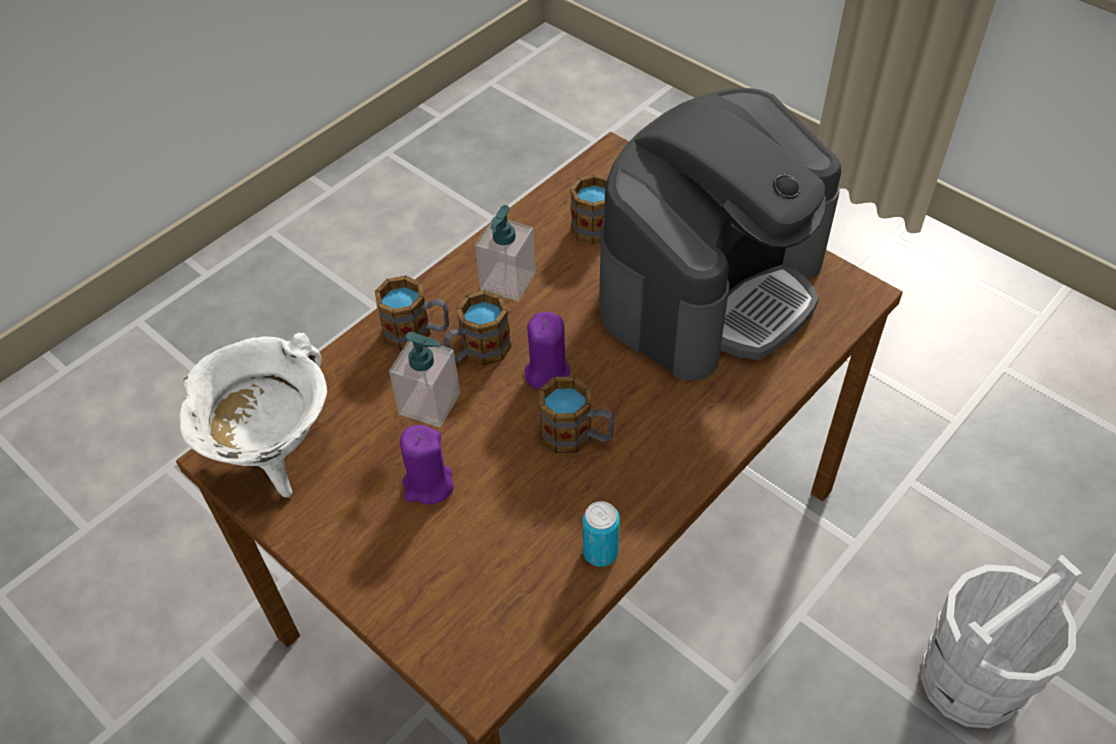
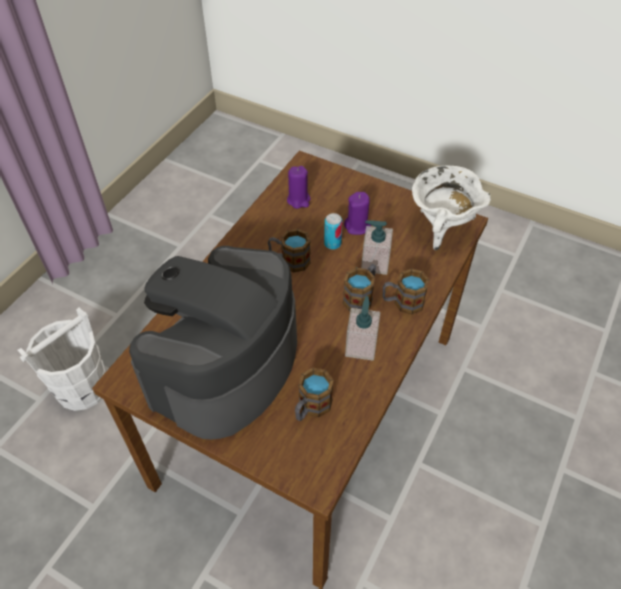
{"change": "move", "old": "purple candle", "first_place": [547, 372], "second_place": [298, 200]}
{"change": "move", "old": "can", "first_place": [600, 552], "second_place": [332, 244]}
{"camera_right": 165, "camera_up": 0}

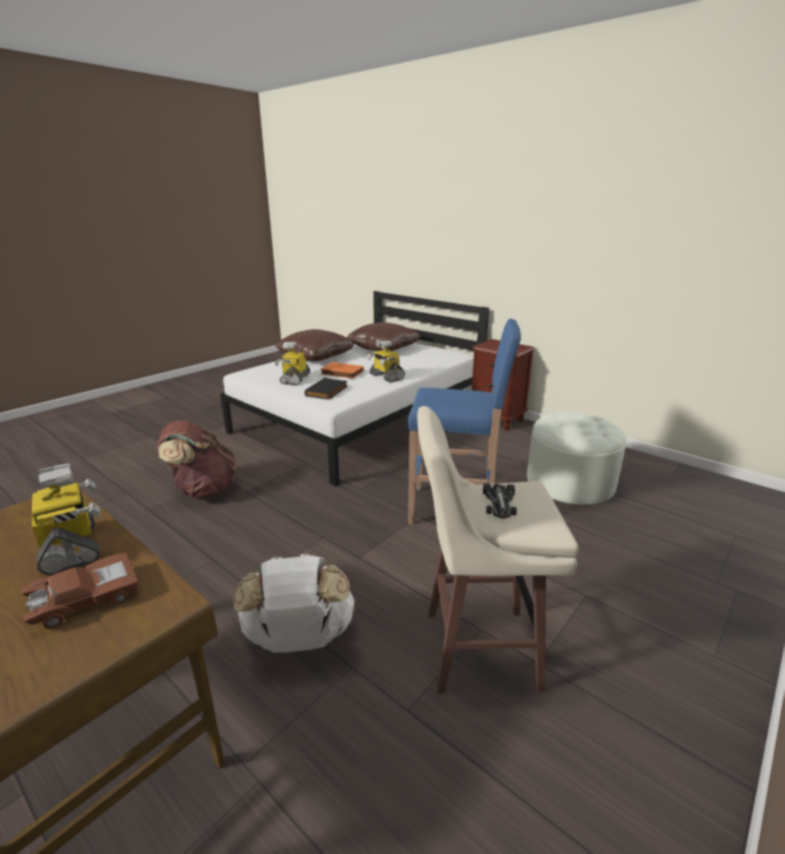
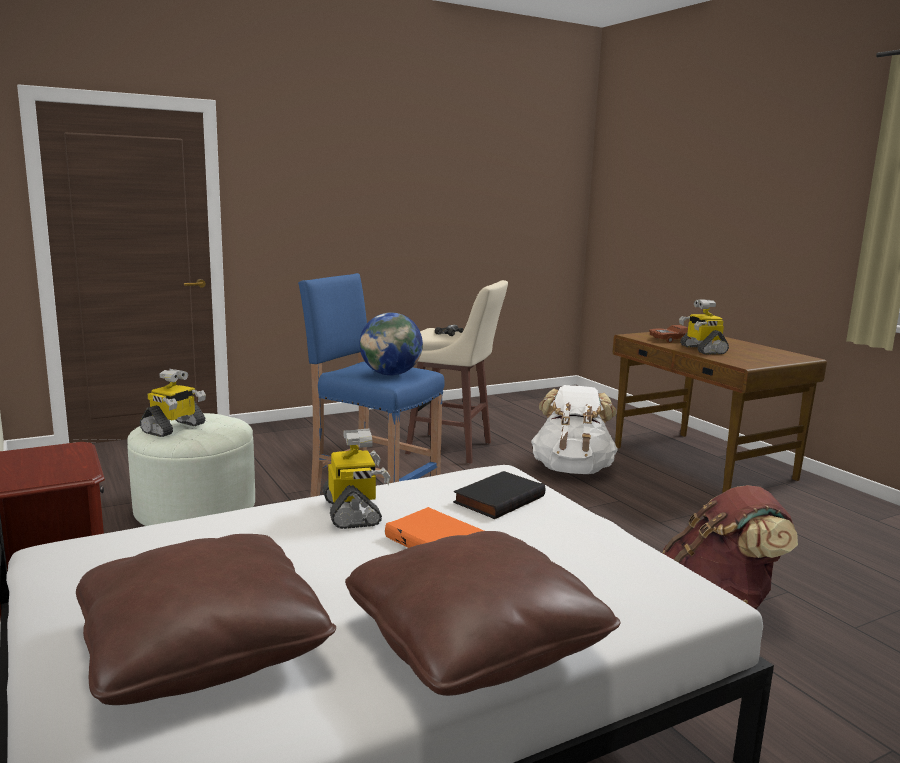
{"change": "move", "old": "toy robot", "first_place": [294, 379], "second_place": [174, 428]}
{"change": "insert", "new": "globe", "second_place": [391, 374]}
{"camera_right": -160, "camera_up": -10}

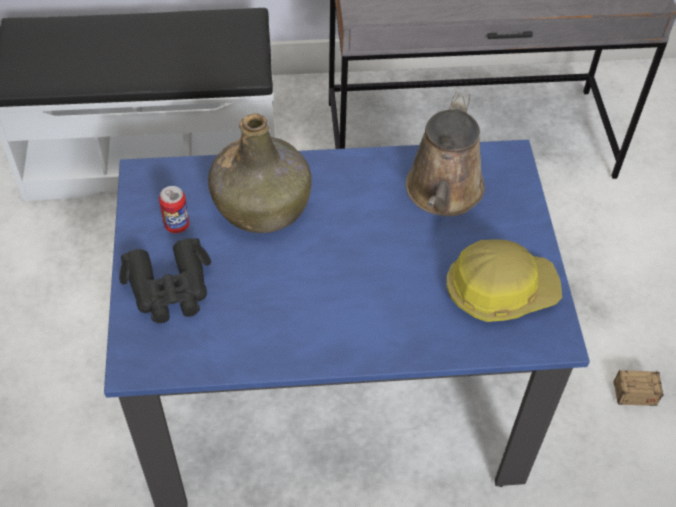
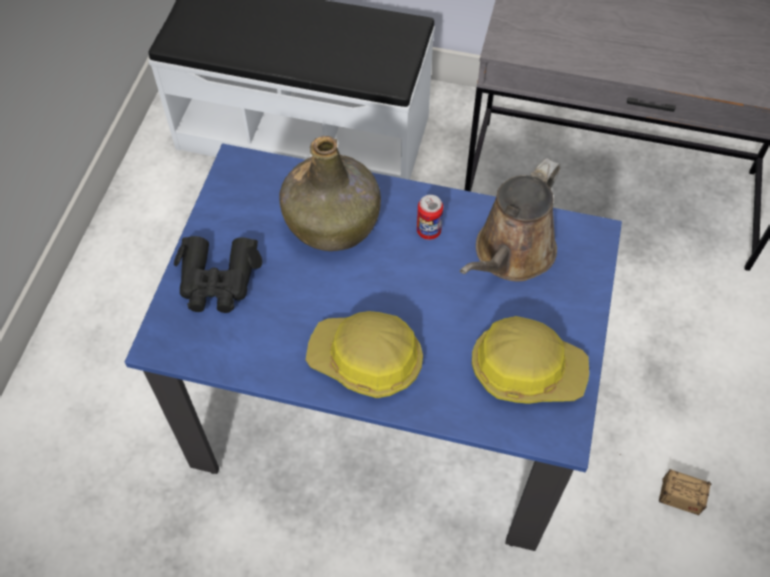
{"change": "insert", "new": "hard hat", "second_place": [366, 360]}
{"change": "move", "old": "can", "first_place": [177, 225], "second_place": [428, 231]}
{"camera_right": 20, "camera_up": 5}

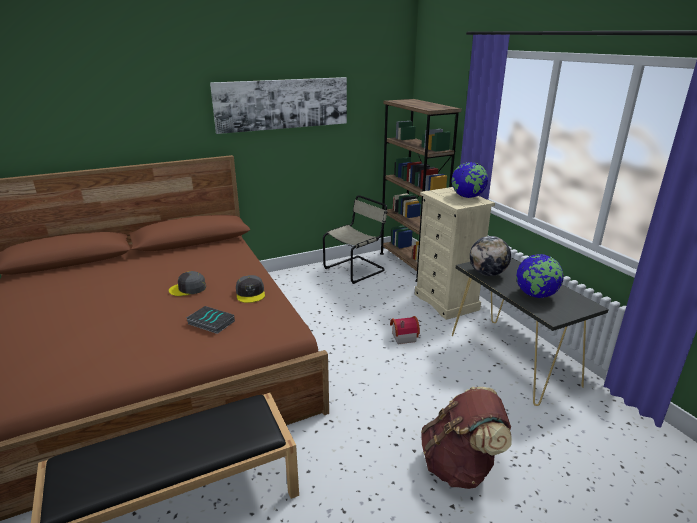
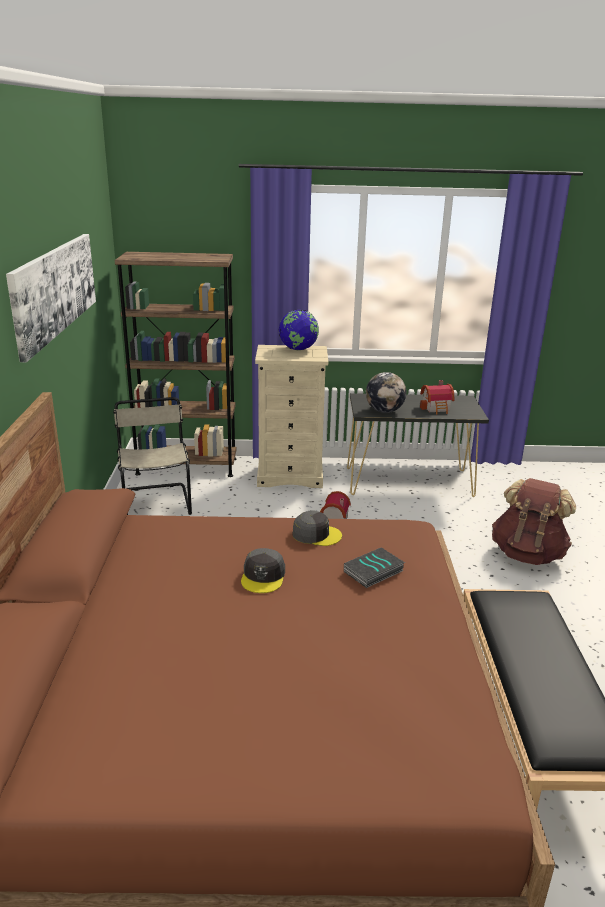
{"change": "replace", "old": "globe", "new": "toy house", "first_place": [535, 295], "second_place": [437, 408]}
{"camera_right": -65, "camera_up": 0}

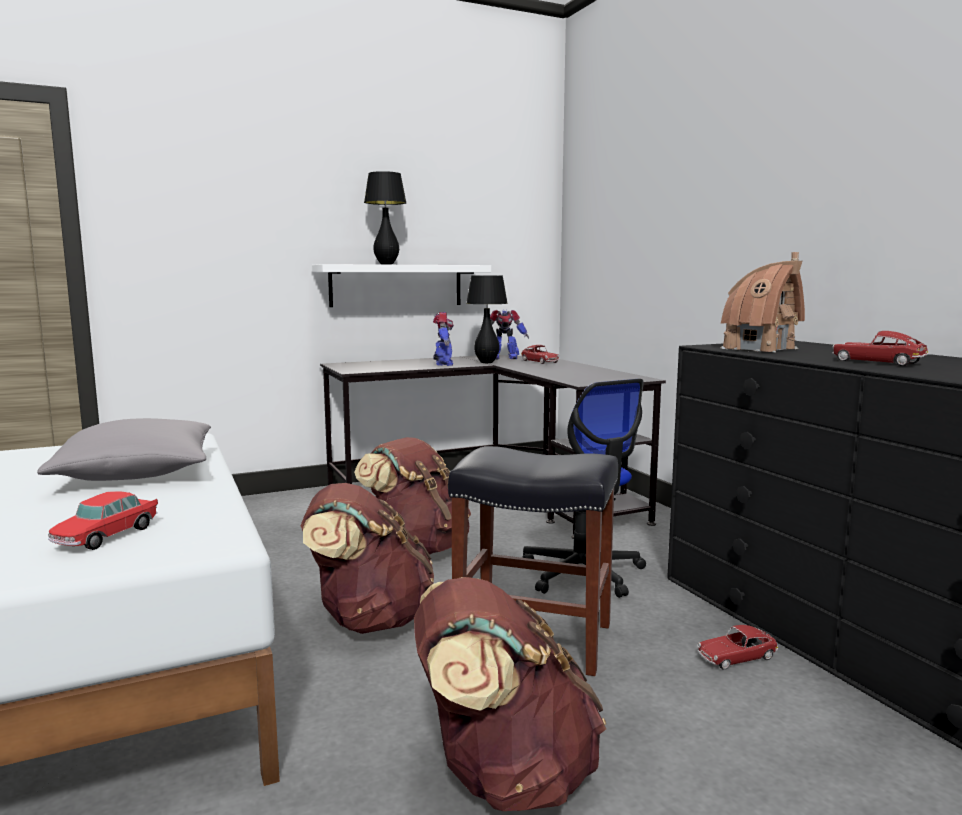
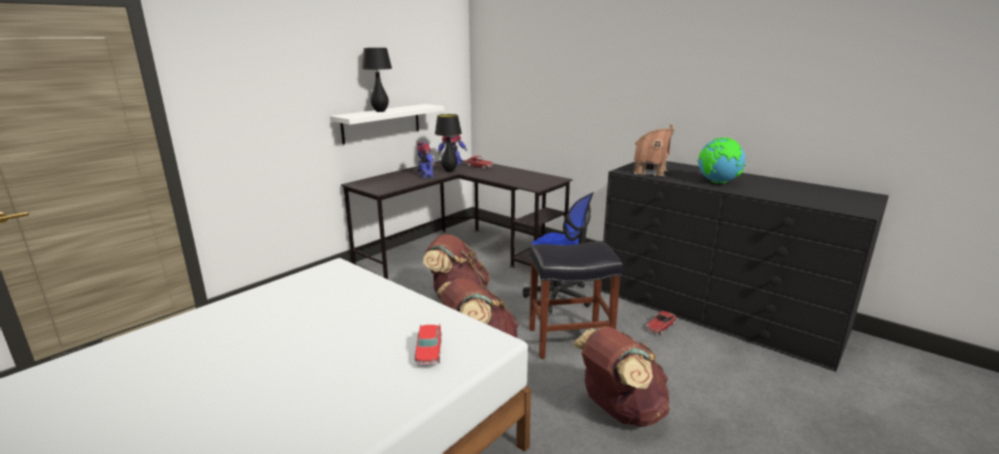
{"change": "replace", "old": "toy car", "new": "globe", "first_place": [877, 362], "second_place": [717, 182]}
{"change": "delete", "old": "grey pillow", "first_place": [137, 474]}
{"camera_right": -25, "camera_up": 10}

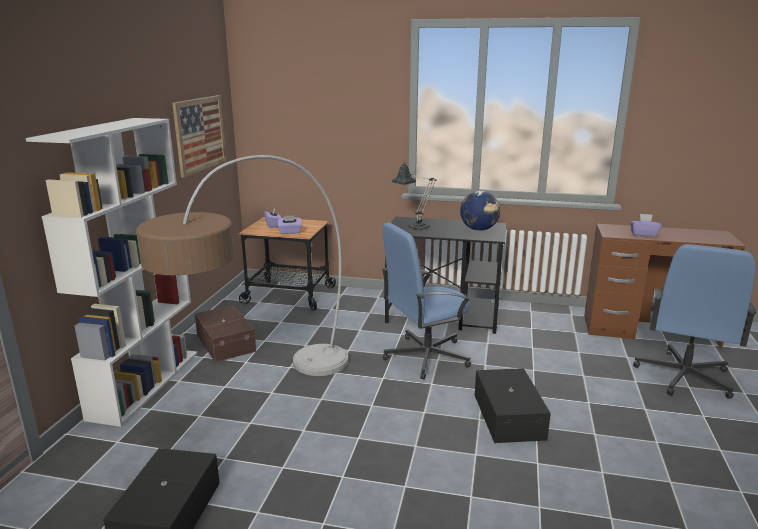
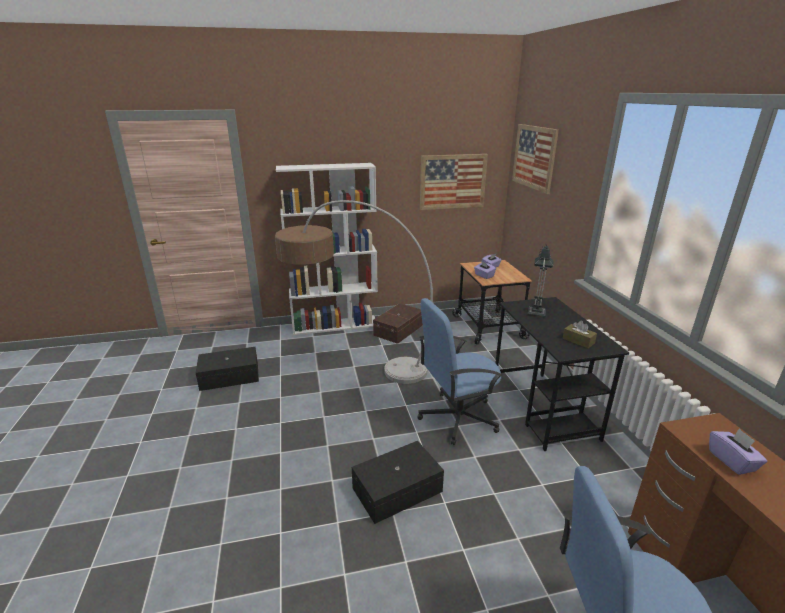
{"change": "rotate", "old": "blue office chair", "first_place": [425, 356], "second_place": [457, 417], "degrees": -60}
{"change": "insert", "new": "picture", "second_place": [534, 157]}
{"change": "replace", "old": "globe", "new": "brown tissue box", "first_place": [479, 229], "second_place": [578, 341]}
{"camera_right": 65, "camera_up": 5}

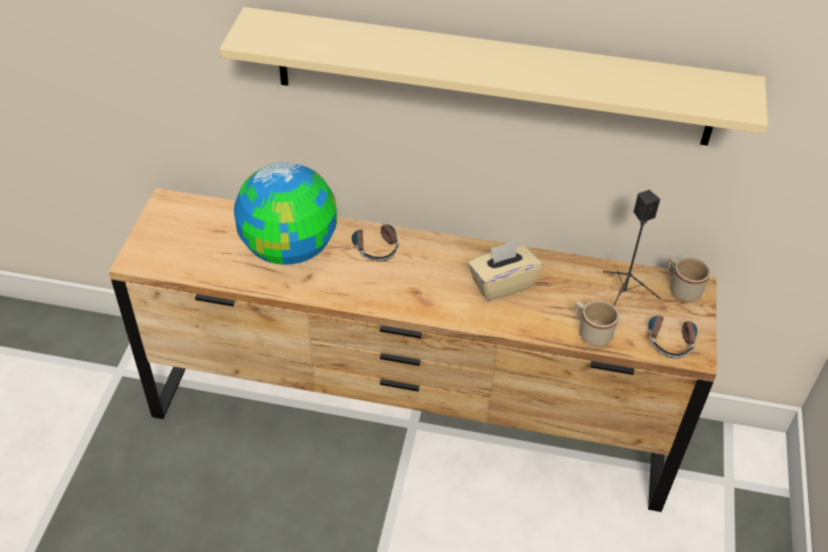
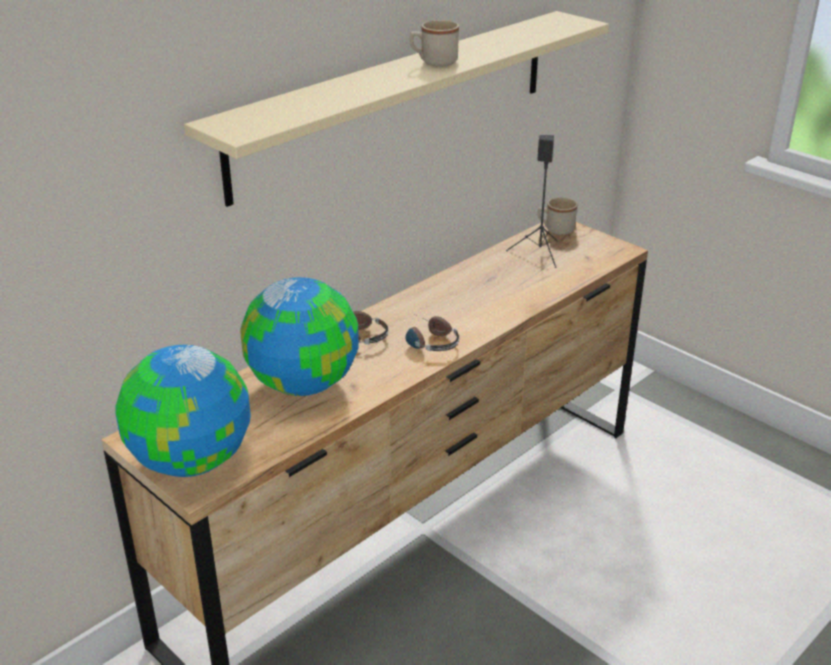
{"change": "insert", "new": "globe", "second_place": [191, 461]}
{"change": "move", "old": "headphones", "first_place": [670, 336], "second_place": [427, 341]}
{"change": "move", "old": "beige mug", "first_place": [590, 332], "second_place": [433, 62]}
{"change": "delete", "old": "beige tissue box", "first_place": [502, 283]}
{"camera_right": -55, "camera_up": -15}

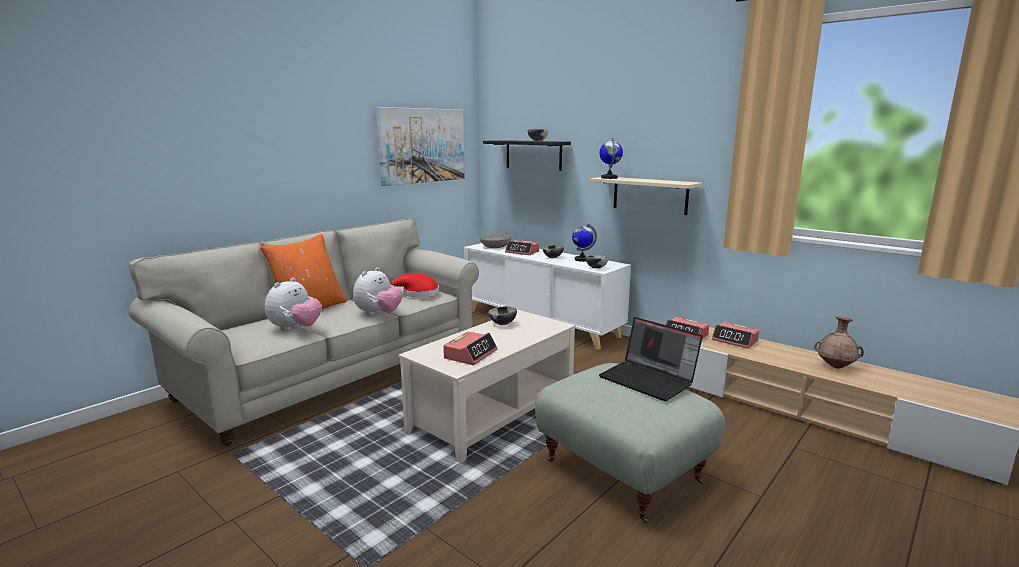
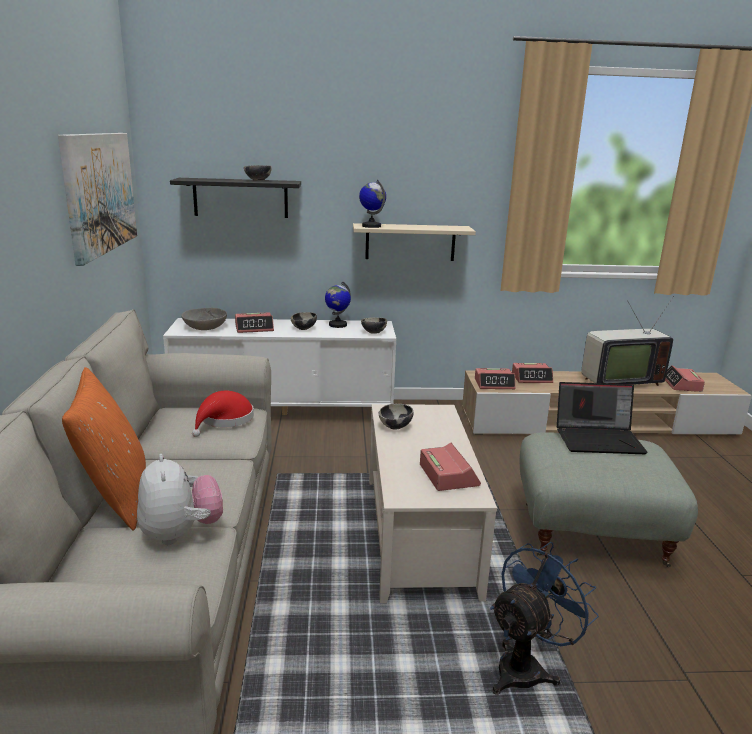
{"change": "insert", "new": "blue fan", "second_place": [526, 667]}
{"change": "replace", "old": "brown vase", "new": "television", "first_place": [836, 367], "second_place": [618, 380]}
{"change": "insert", "new": "alarm clock", "second_place": [681, 385]}
{"change": "delete", "old": "plush toy", "first_place": [378, 314]}
{"camera_right": -45, "camera_up": 5}

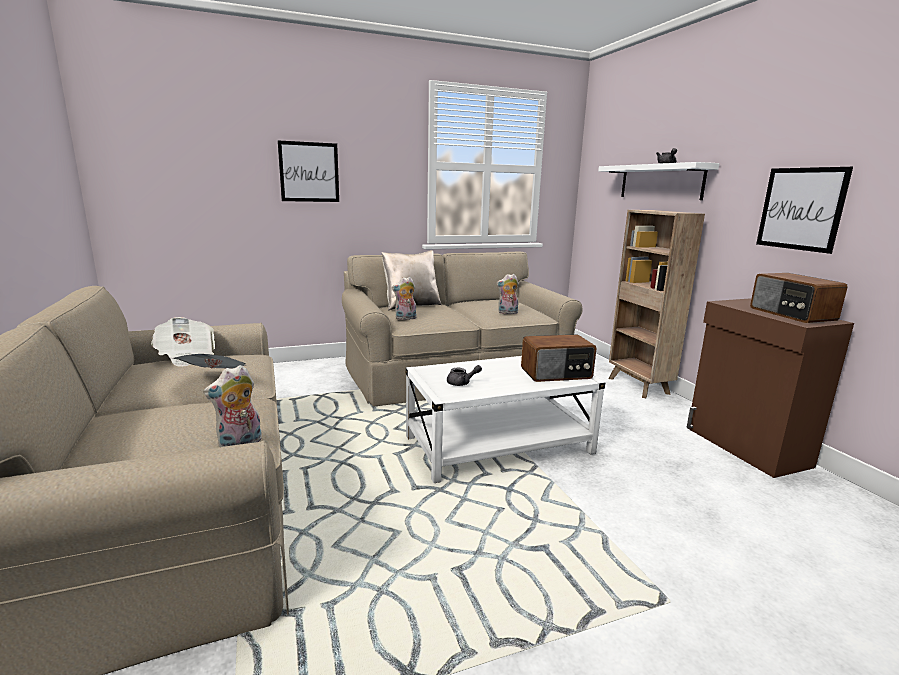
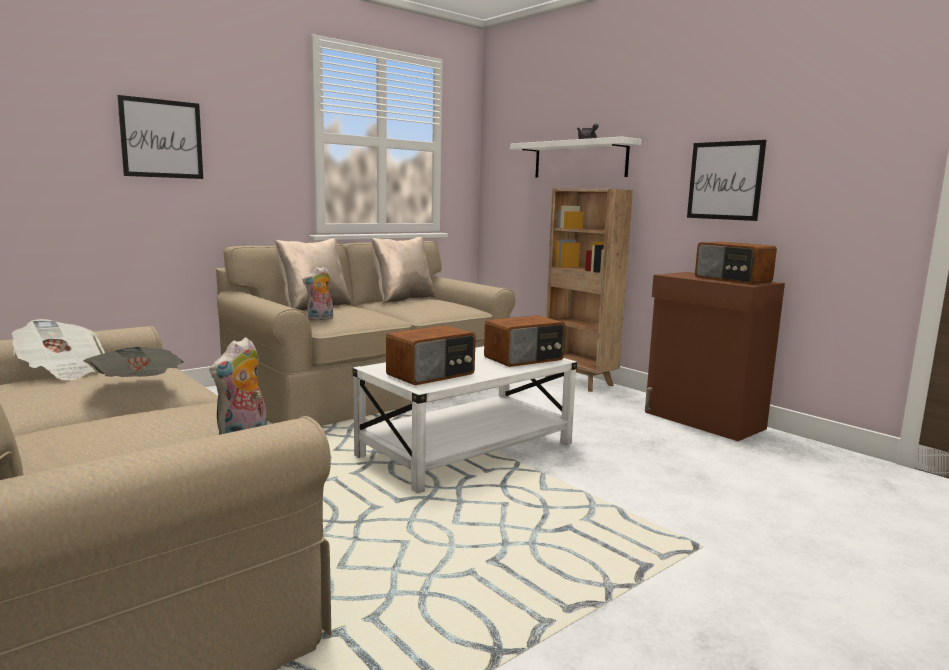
{"change": "insert", "new": "beige pillow", "second_place": [402, 299]}
{"change": "replace", "old": "grey teapot", "new": "radio", "first_place": [462, 383], "second_place": [432, 374]}
{"change": "delete", "old": "plush toy", "first_place": [507, 313]}
{"camera_right": -20, "camera_up": -5}

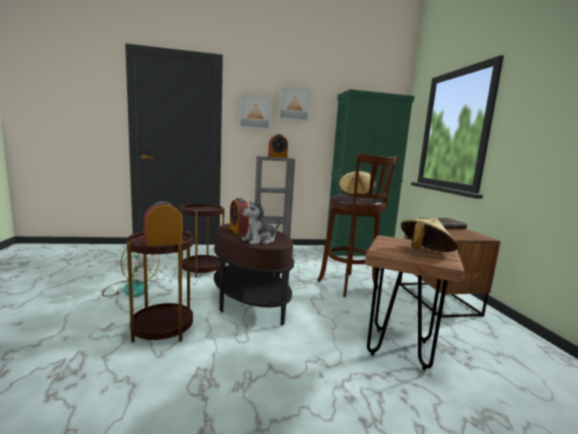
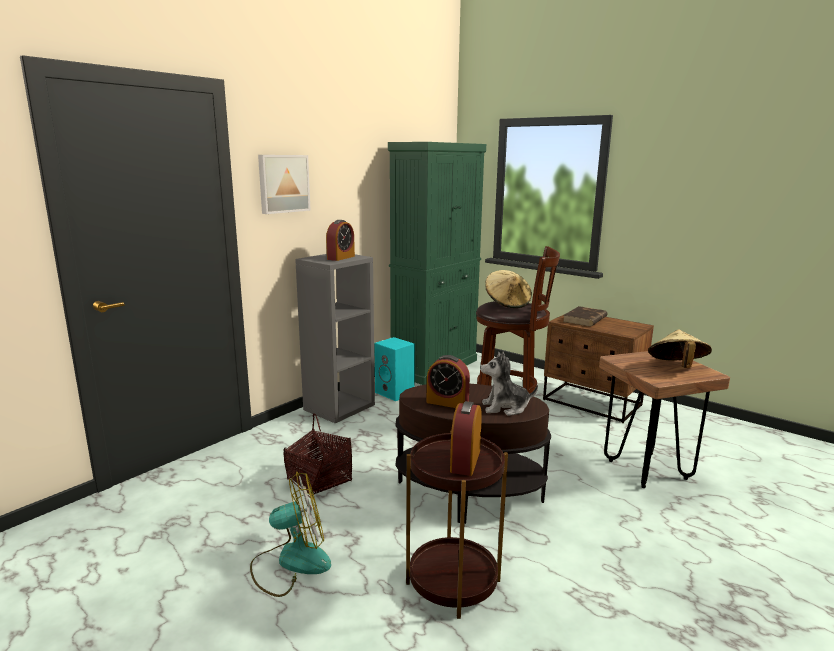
{"change": "replace", "old": "brown side table", "new": "basket", "first_place": [202, 269], "second_place": [319, 480]}
{"change": "insert", "new": "turquoise speaker", "second_place": [395, 393]}
{"change": "rotate", "old": "plush toy", "first_place": [260, 240], "second_place": [505, 408], "degrees": 75}
{"change": "delete", "old": "picture", "first_place": [294, 104]}
{"camera_right": -40, "camera_up": 5}

